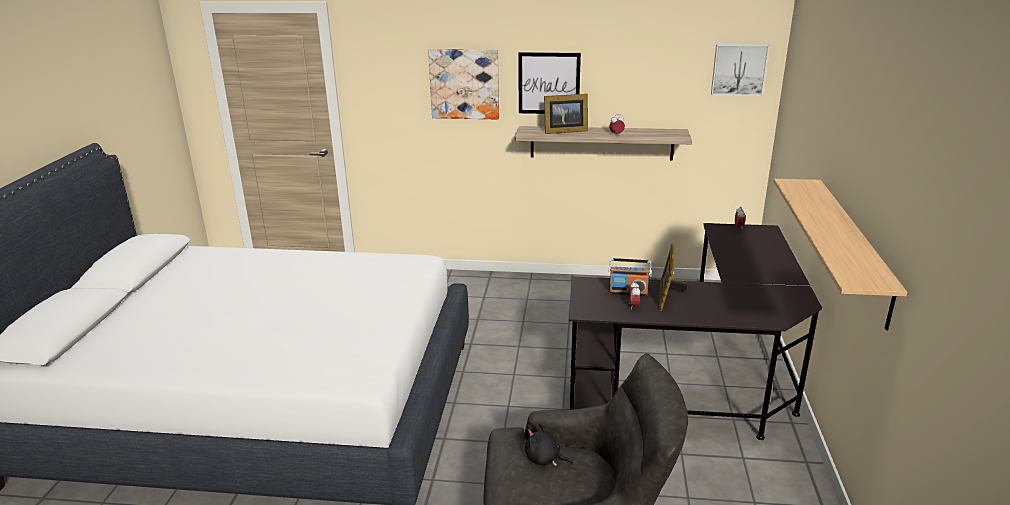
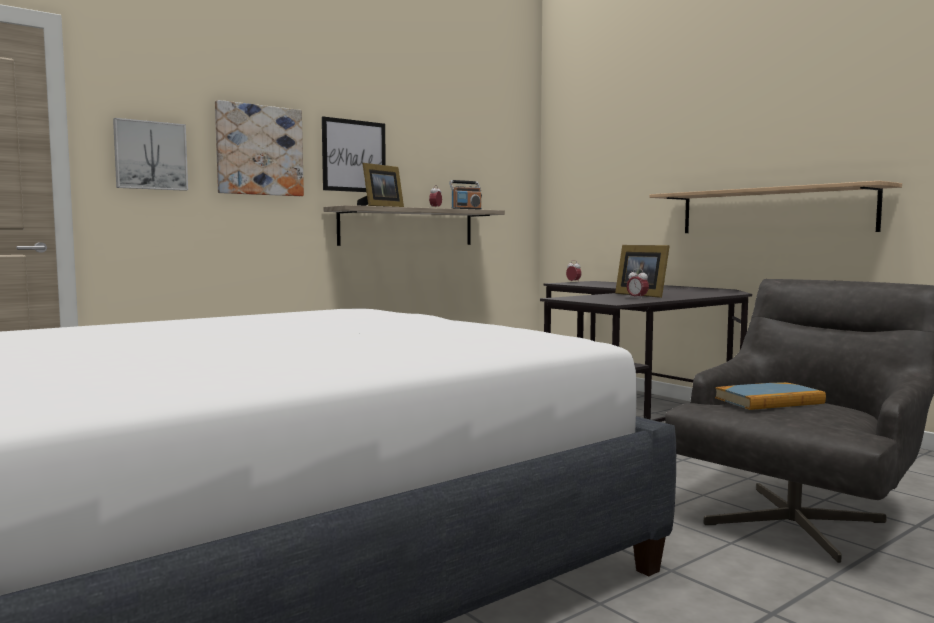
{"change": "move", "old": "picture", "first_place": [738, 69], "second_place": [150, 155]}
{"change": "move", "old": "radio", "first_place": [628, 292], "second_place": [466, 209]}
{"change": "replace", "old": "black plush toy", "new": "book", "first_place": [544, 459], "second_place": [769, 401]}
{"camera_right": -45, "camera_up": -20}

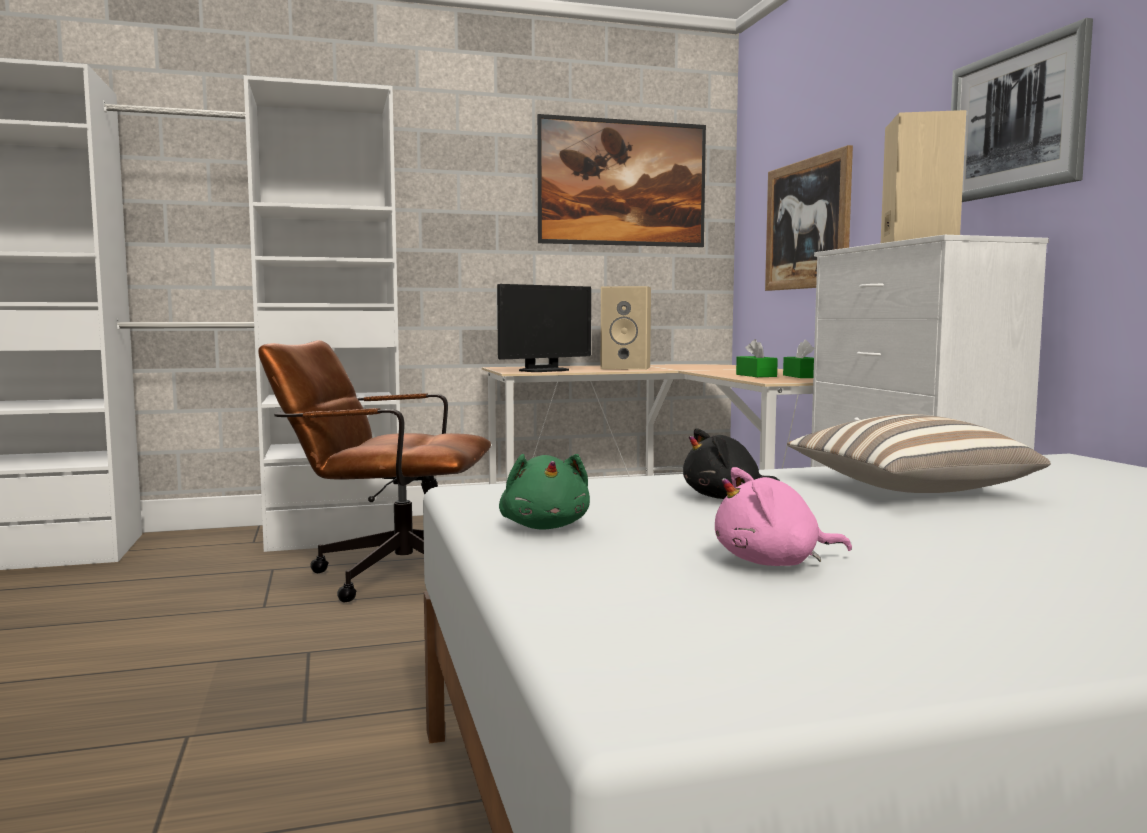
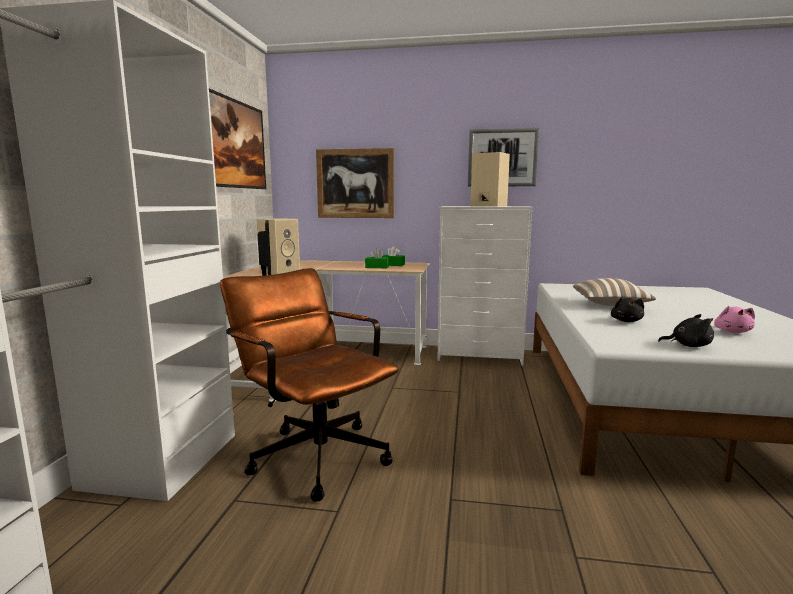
{"change": "rotate", "old": "brown office chair", "first_place": [386, 575], "second_place": [313, 452], "degrees": 105}
{"change": "recolor", "old": "green plush toy", "new": "black plush toy", "first_place": [545, 526], "second_place": [688, 345]}
{"camera_right": -65, "camera_up": 5}

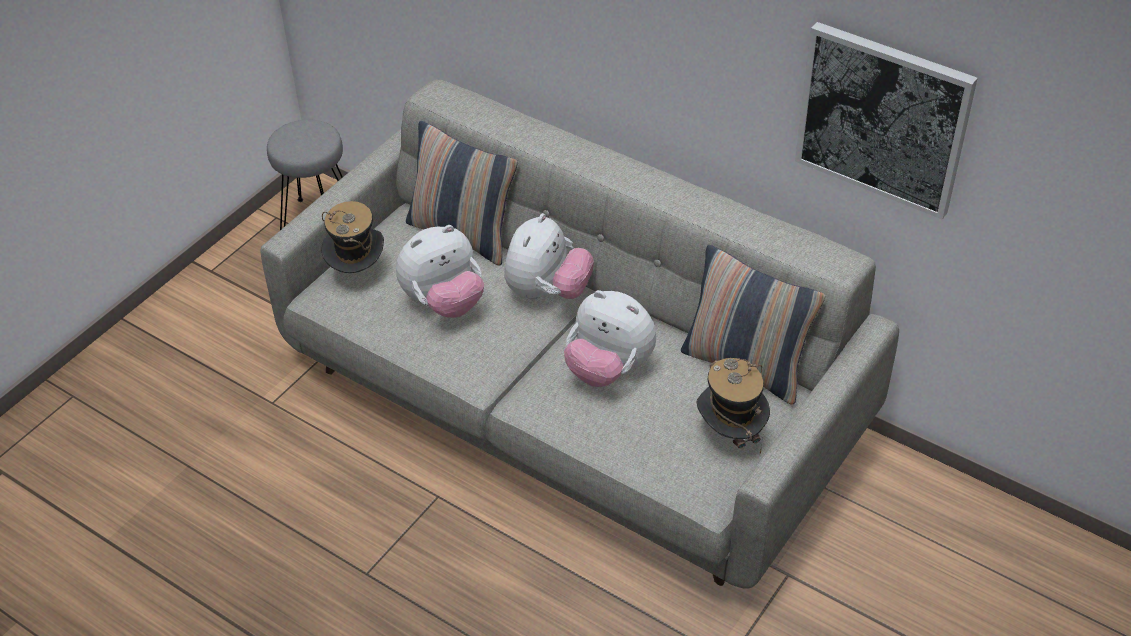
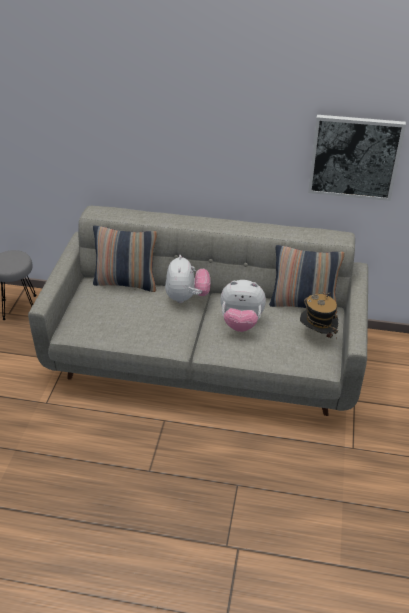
{"change": "delete", "old": "hat", "first_place": [357, 273]}
{"change": "delete", "old": "plush toy", "first_place": [444, 302]}
{"camera_right": -25, "camera_up": -5}

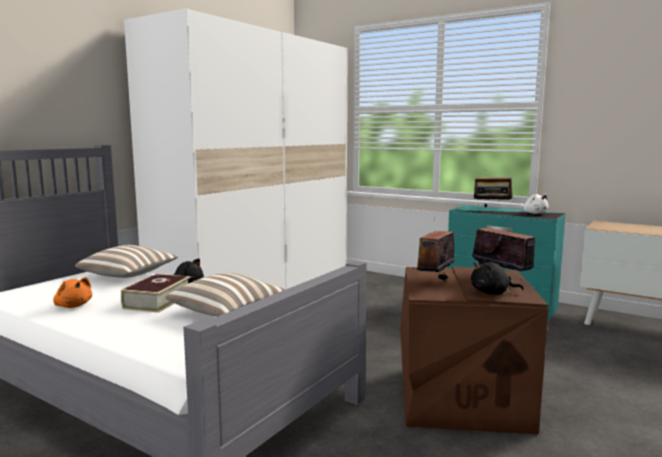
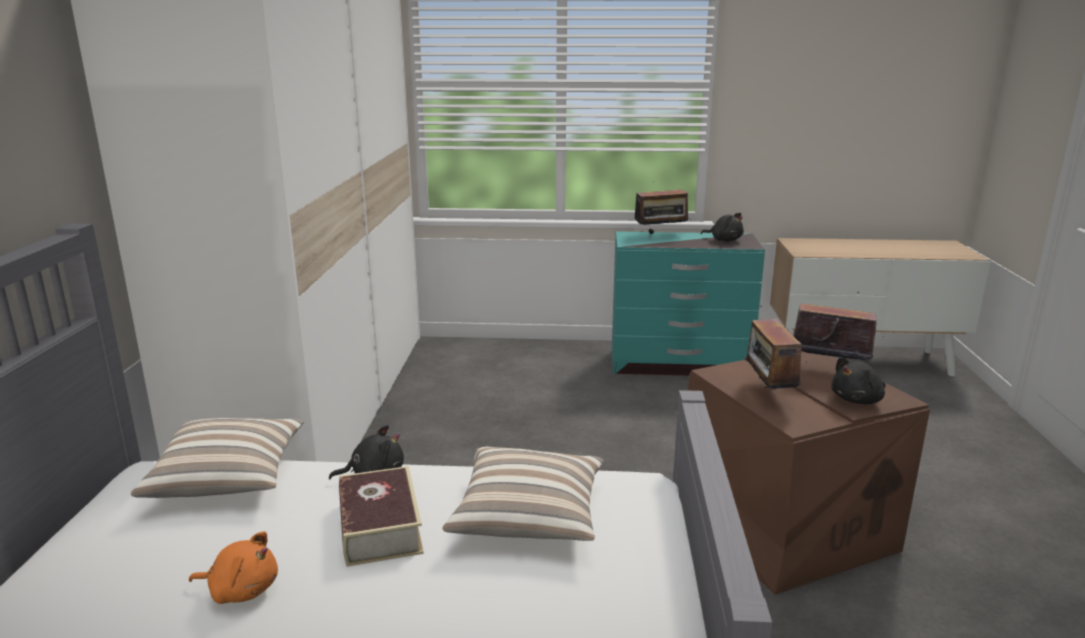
{"change": "recolor", "old": "white plush toy", "new": "black plush toy", "first_place": [534, 213], "second_place": [724, 240]}
{"camera_right": -30, "camera_up": 10}

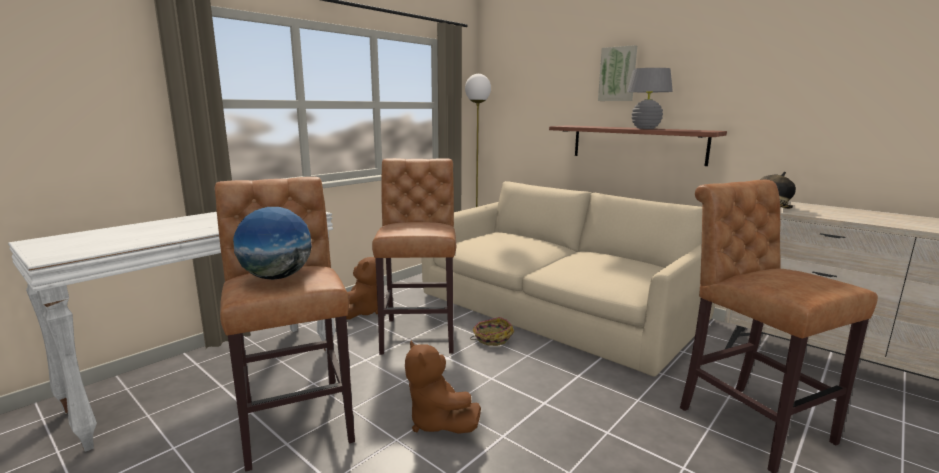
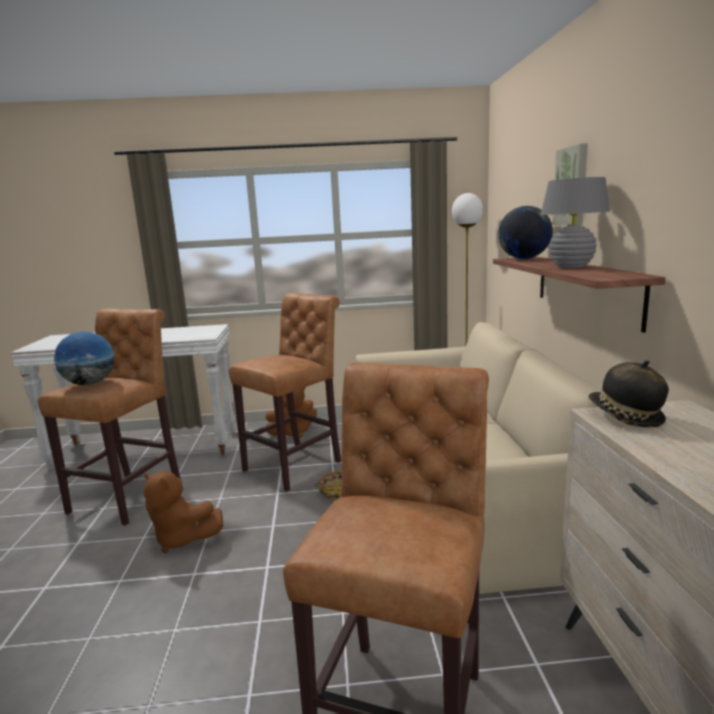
{"change": "rotate", "old": "brown plush toy", "first_place": [437, 422], "second_place": [182, 539], "degrees": -75}
{"change": "insert", "new": "globe", "second_place": [524, 259]}
{"camera_right": 45, "camera_up": 0}

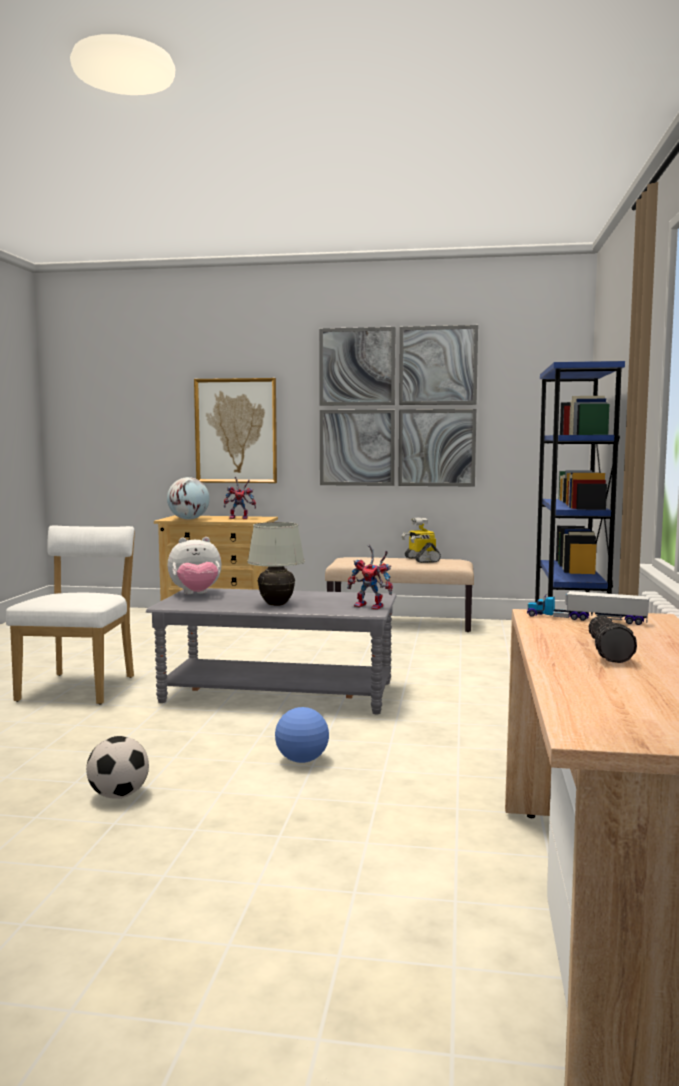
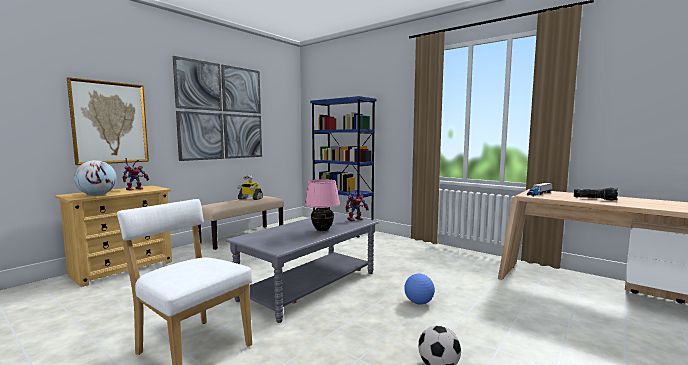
{"change": "recolor", "old": "white table lamp", "new": "pink table lamp", "first_place": [276, 605], "second_place": [322, 230]}
{"change": "delete", "old": "plush toy", "first_place": [196, 594]}
{"camera_right": -60, "camera_up": 0}

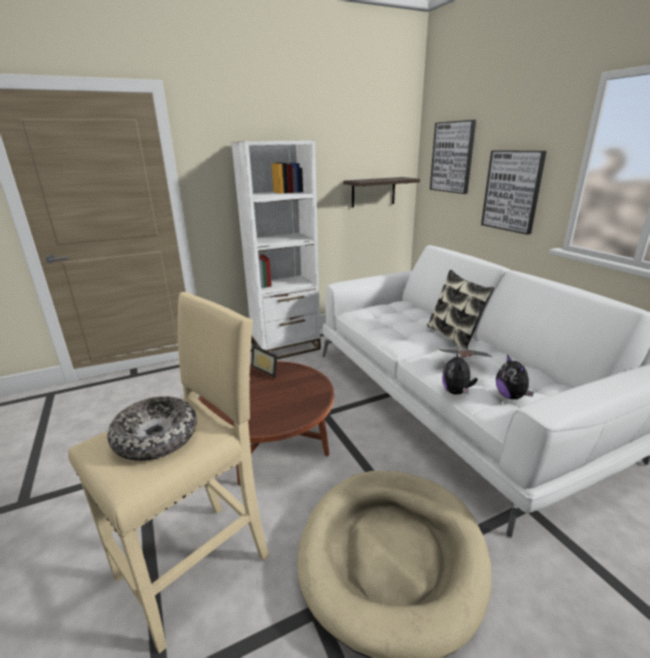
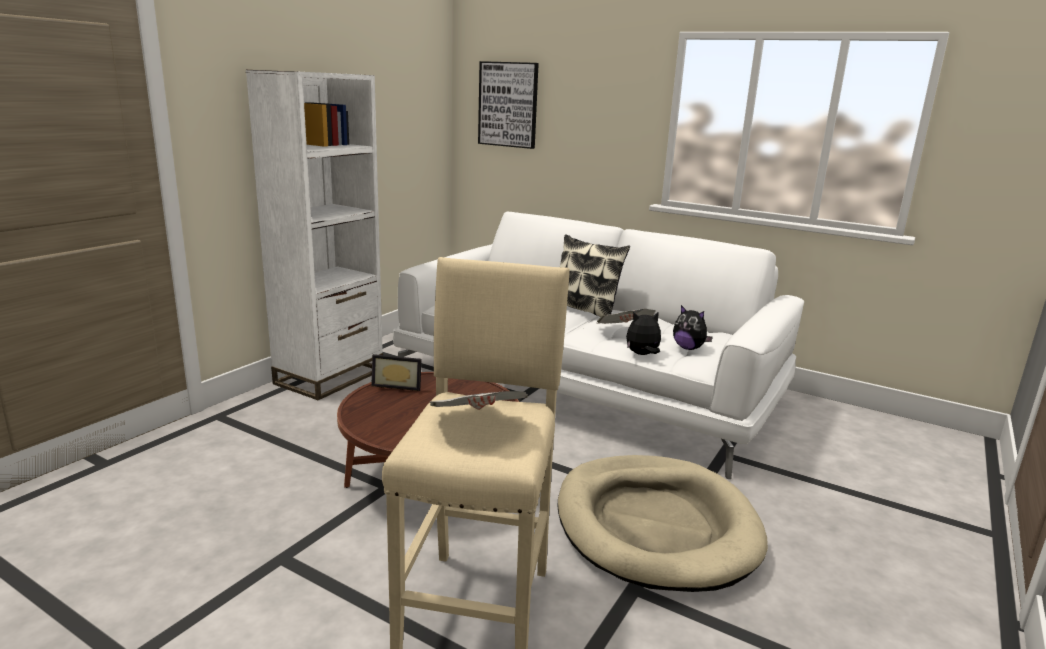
{"change": "replace", "old": "bowl", "new": "newspaper", "first_place": [156, 437], "second_place": [477, 425]}
{"change": "rotate", "old": "plush toy", "first_place": [456, 392], "second_place": [642, 355], "degrees": 105}
{"change": "delete", "old": "shelf", "first_place": [373, 192]}
{"change": "delete", "old": "picture", "first_place": [512, 191]}
{"camera_right": -35, "camera_up": -5}

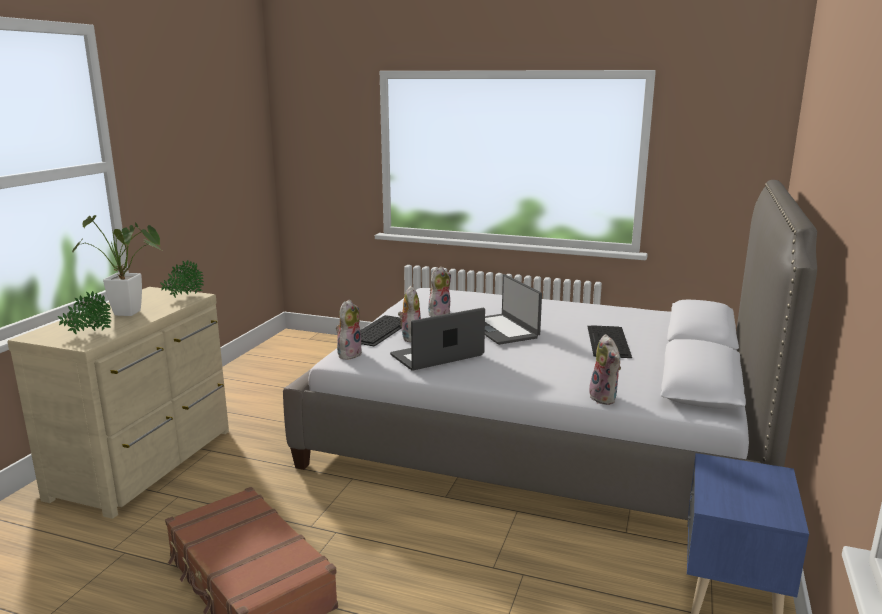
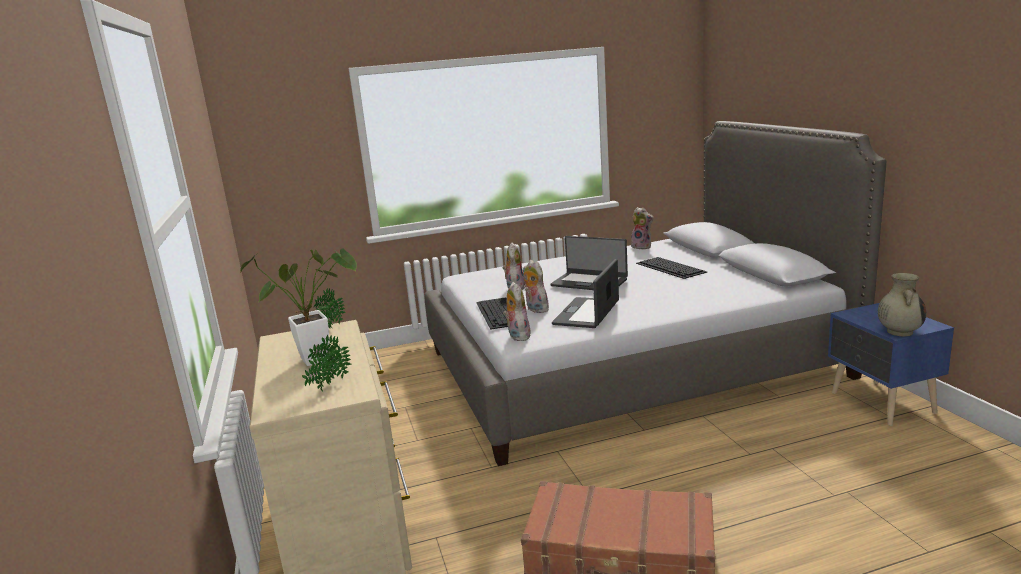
{"change": "move", "old": "plush toy", "first_place": [605, 398], "second_place": [642, 247]}
{"change": "insert", "new": "beige vase", "second_place": [899, 331]}
{"camera_right": -35, "camera_up": 0}

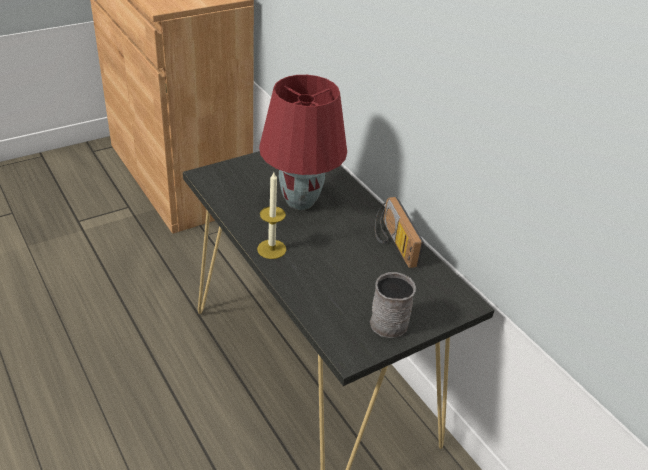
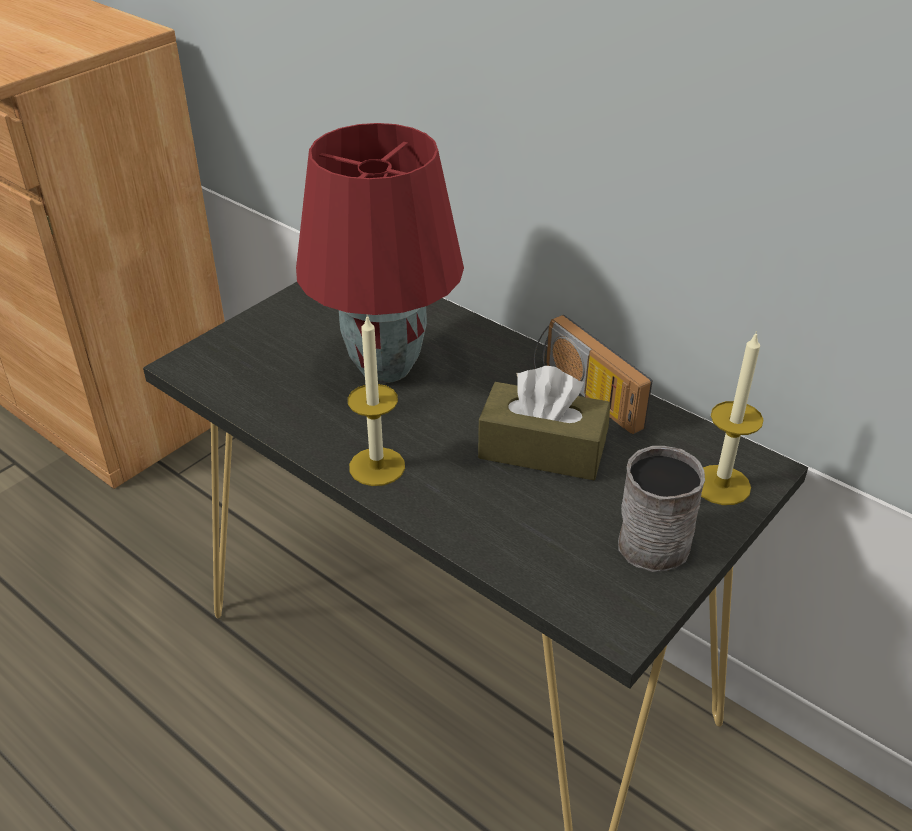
{"change": "insert", "new": "brown tissue box", "second_place": [542, 449]}
{"change": "insert", "new": "candle", "second_place": [721, 485]}
{"camera_right": -15, "camera_up": 0}

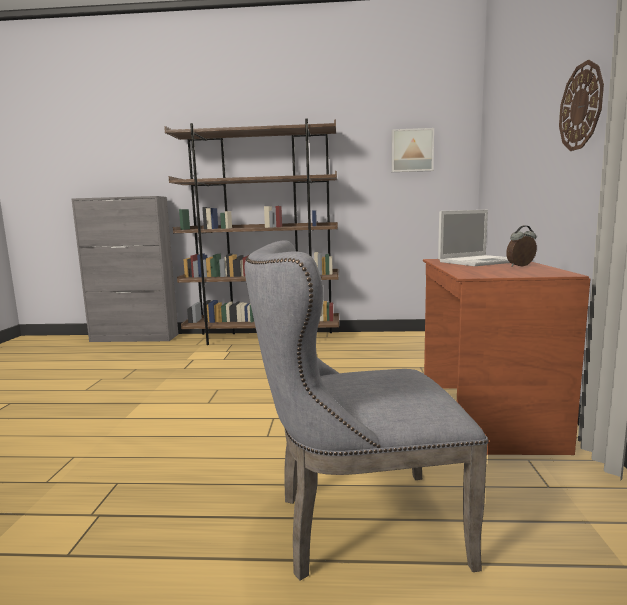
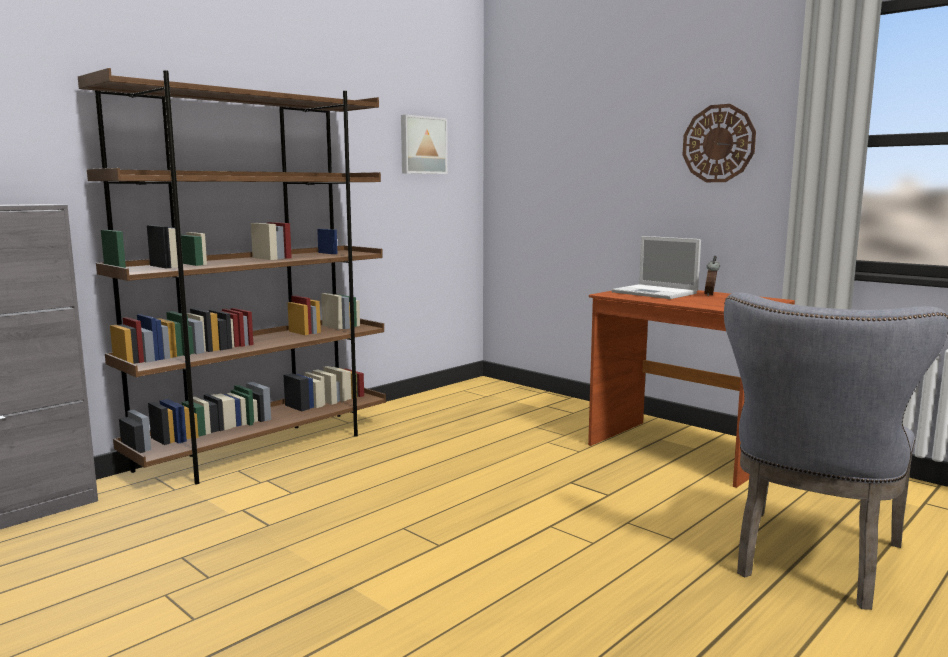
{"change": "rotate", "old": "laptop", "first_place": [480, 261], "second_place": [656, 293], "degrees": 120}
{"camera_right": -50, "camera_up": 0}

